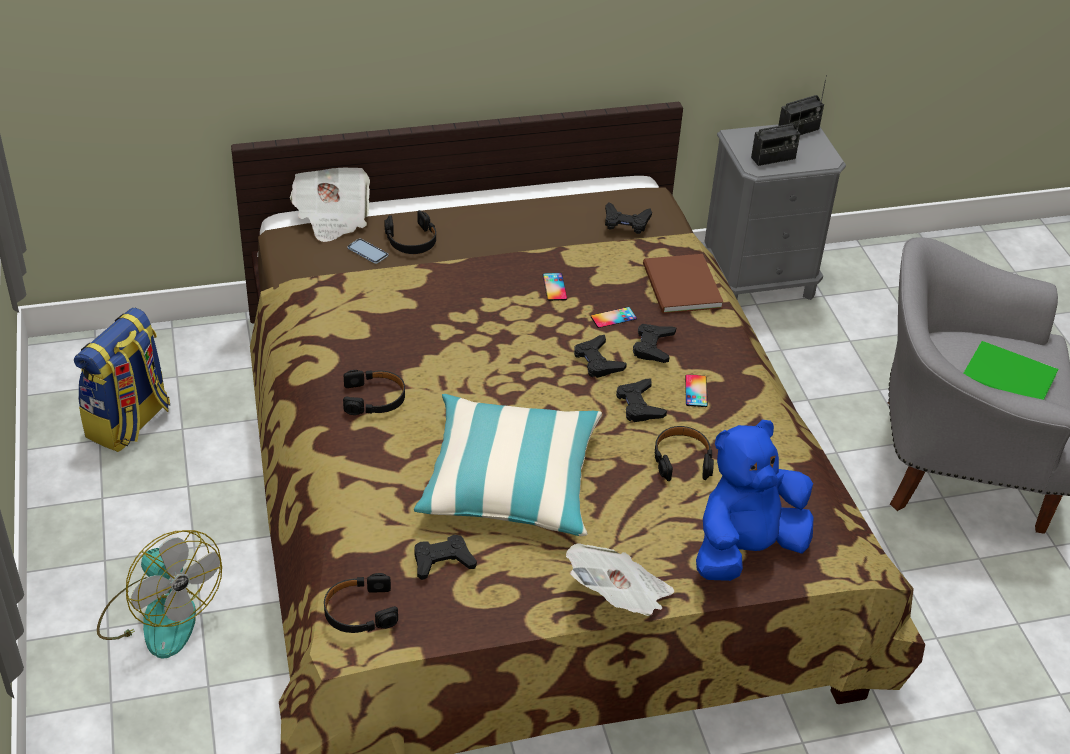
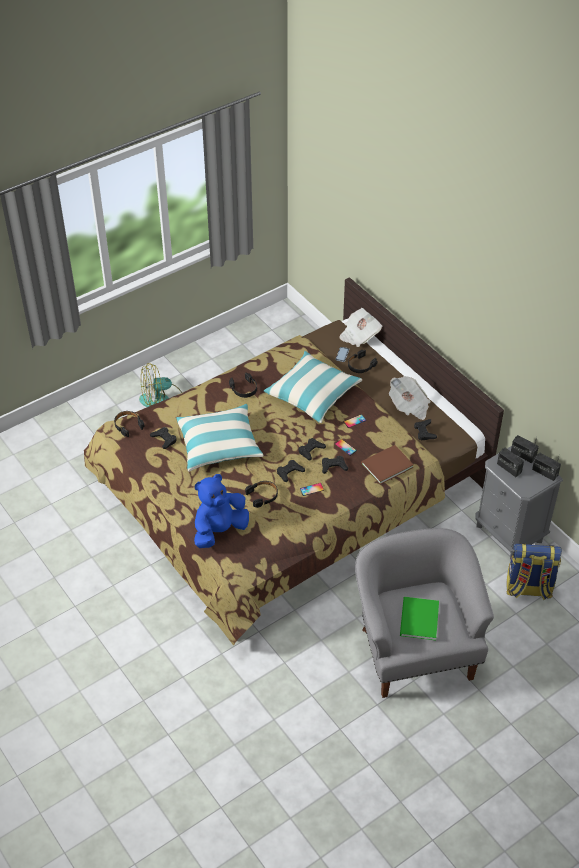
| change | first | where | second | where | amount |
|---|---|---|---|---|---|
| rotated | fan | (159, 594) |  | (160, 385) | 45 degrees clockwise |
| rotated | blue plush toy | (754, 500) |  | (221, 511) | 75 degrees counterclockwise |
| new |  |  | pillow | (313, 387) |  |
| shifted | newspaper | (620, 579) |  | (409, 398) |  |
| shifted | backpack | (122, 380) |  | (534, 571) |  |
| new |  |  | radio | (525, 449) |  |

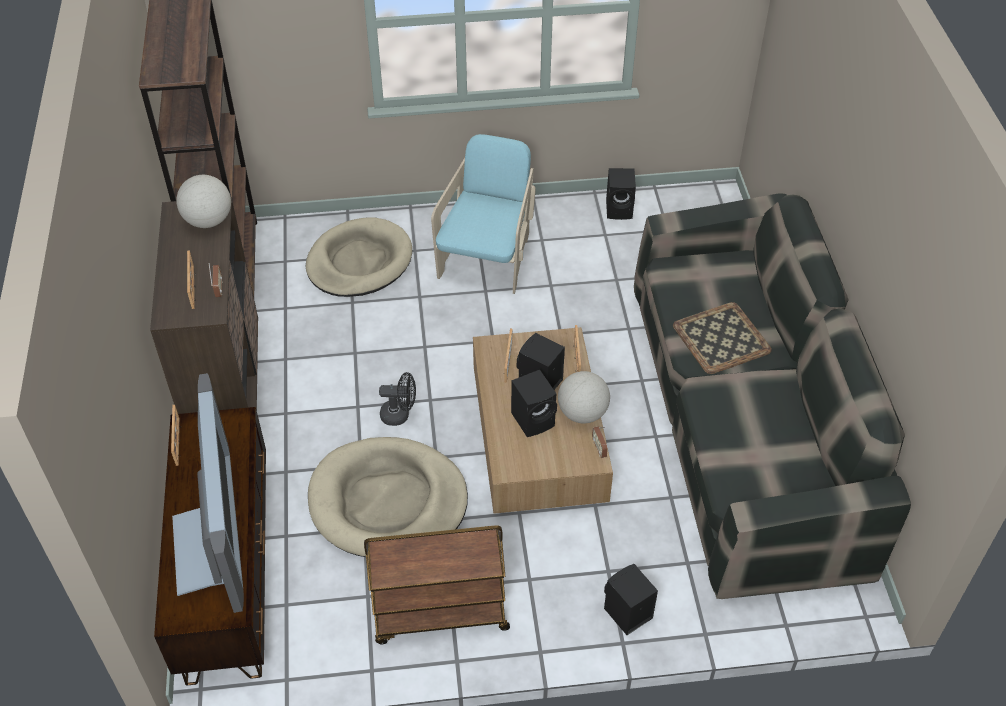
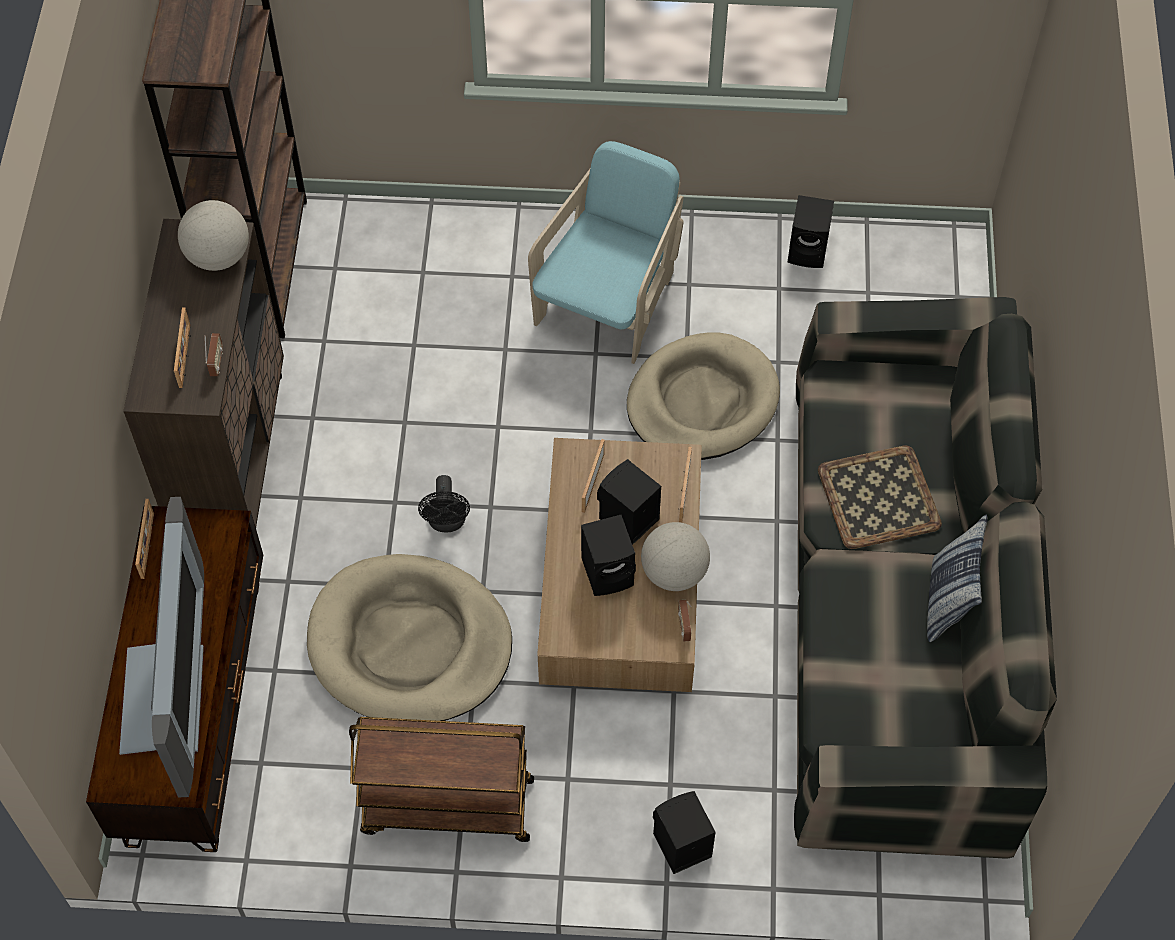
| change | first | where | second | where | amount |
|---|---|---|---|---|---|
| rotated | black fan | (397, 399) |  | (444, 504) | 75 degrees clockwise |
| shifted | beige dog bed | (359, 257) |  | (703, 396) |  |
| new |  |  | pillow | (957, 578) |  |

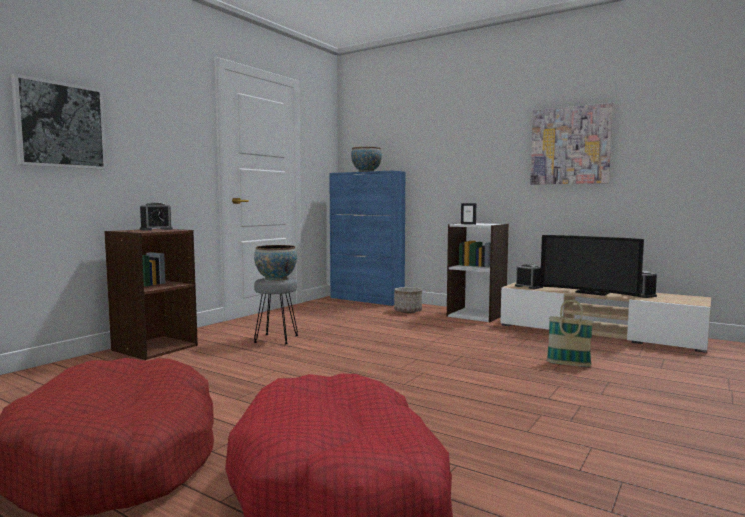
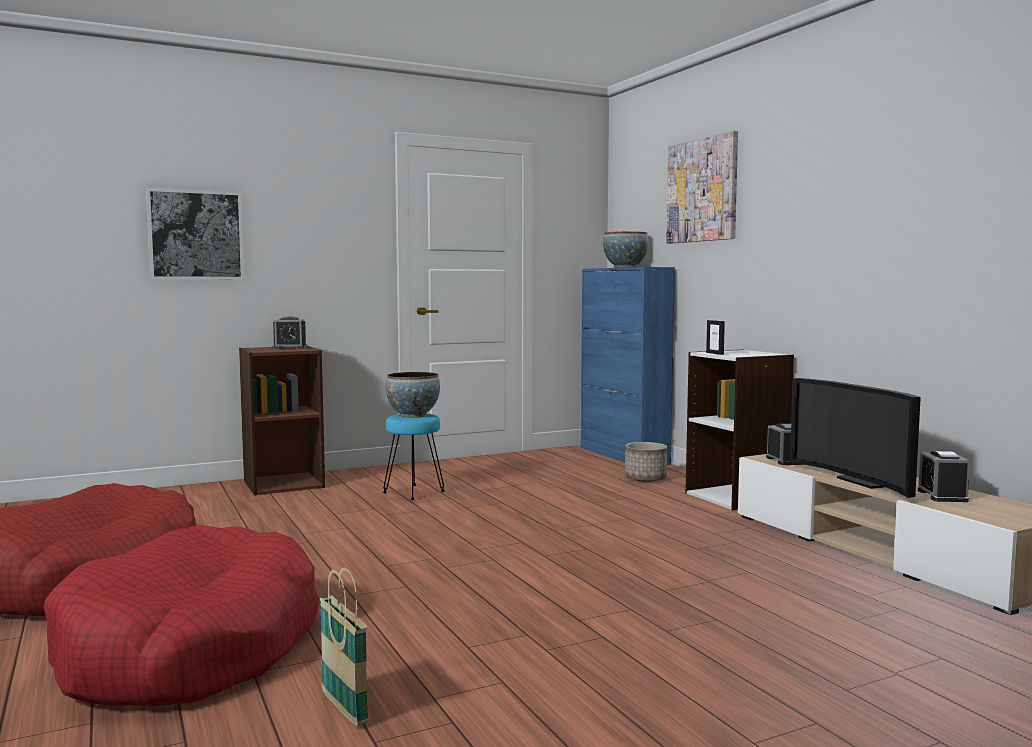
| change | first | where | second | where | amount |
|---|---|---|---|---|---|
| shifted | basket | (570, 333) |  | (344, 647) |  |
| repainted | grey stool | (276, 311) | turquoise stool | (414, 457) |  |
| shifted | picture | (571, 144) |  | (702, 187) |  |

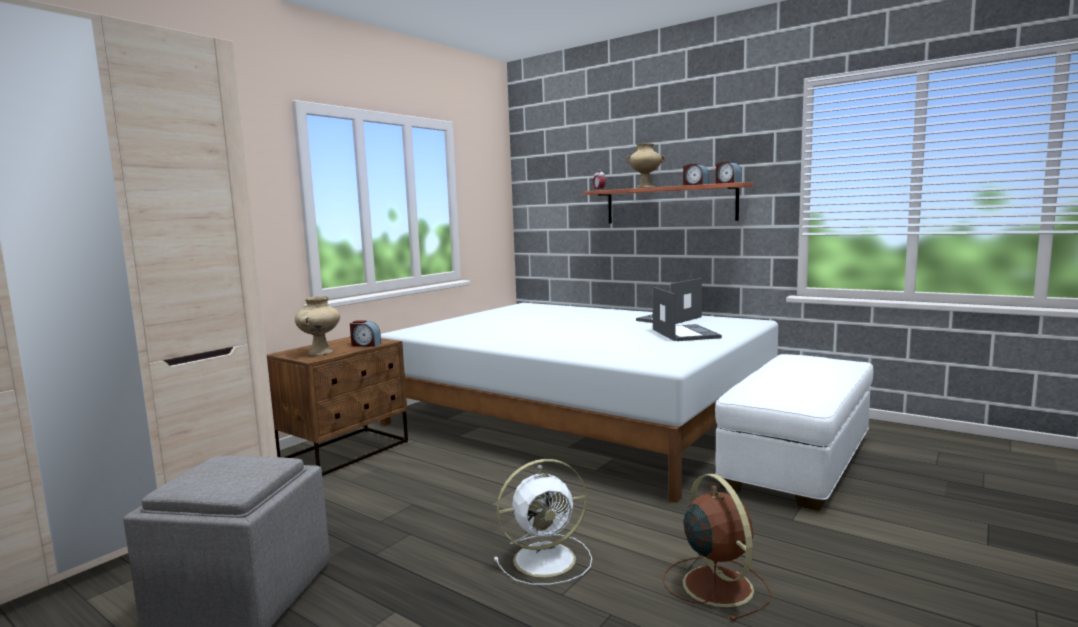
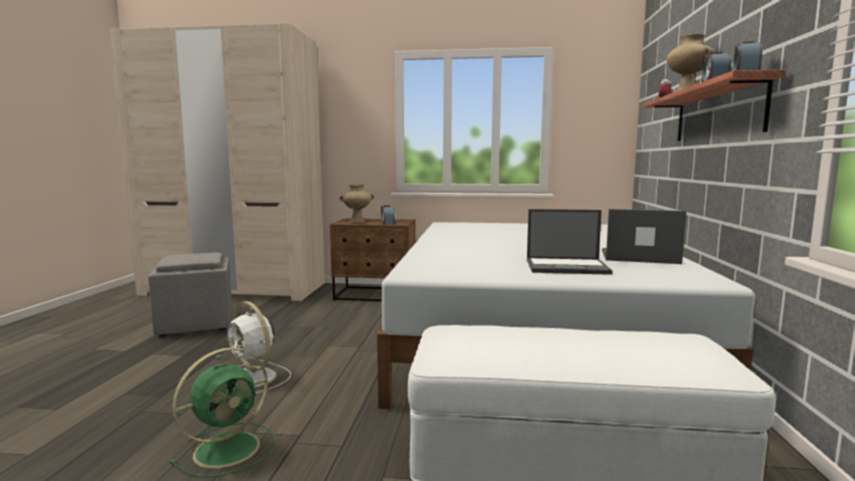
| change | first | where | second | where | amount |
|---|---|---|---|---|---|
| repainted | brown fan | (717, 548) | green fan | (223, 412) |  |
| rotated | laptop | (687, 314) |  | (570, 242) | 45 degrees clockwise |

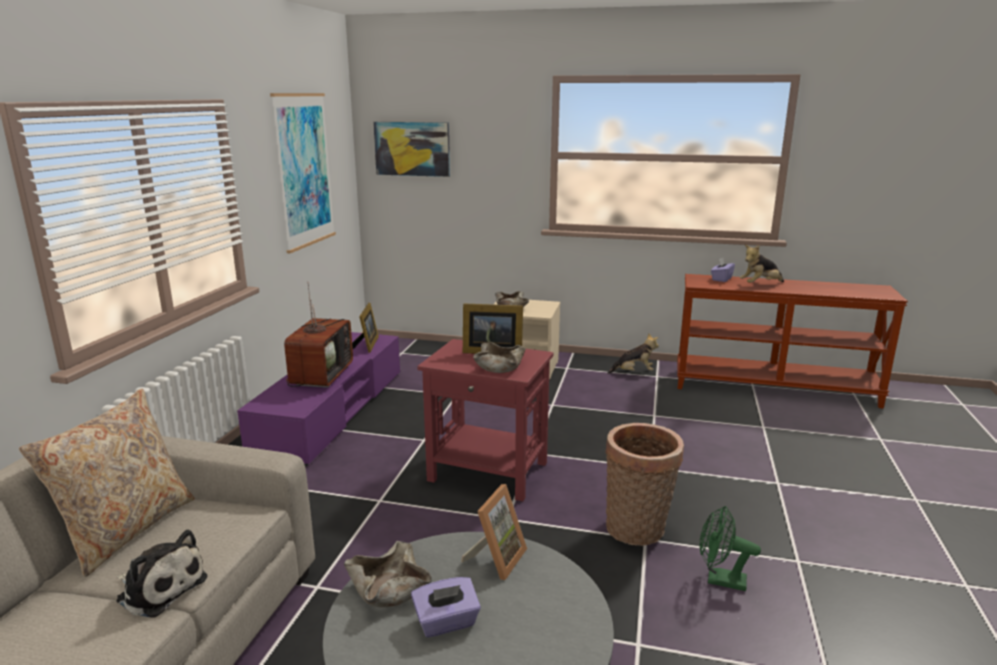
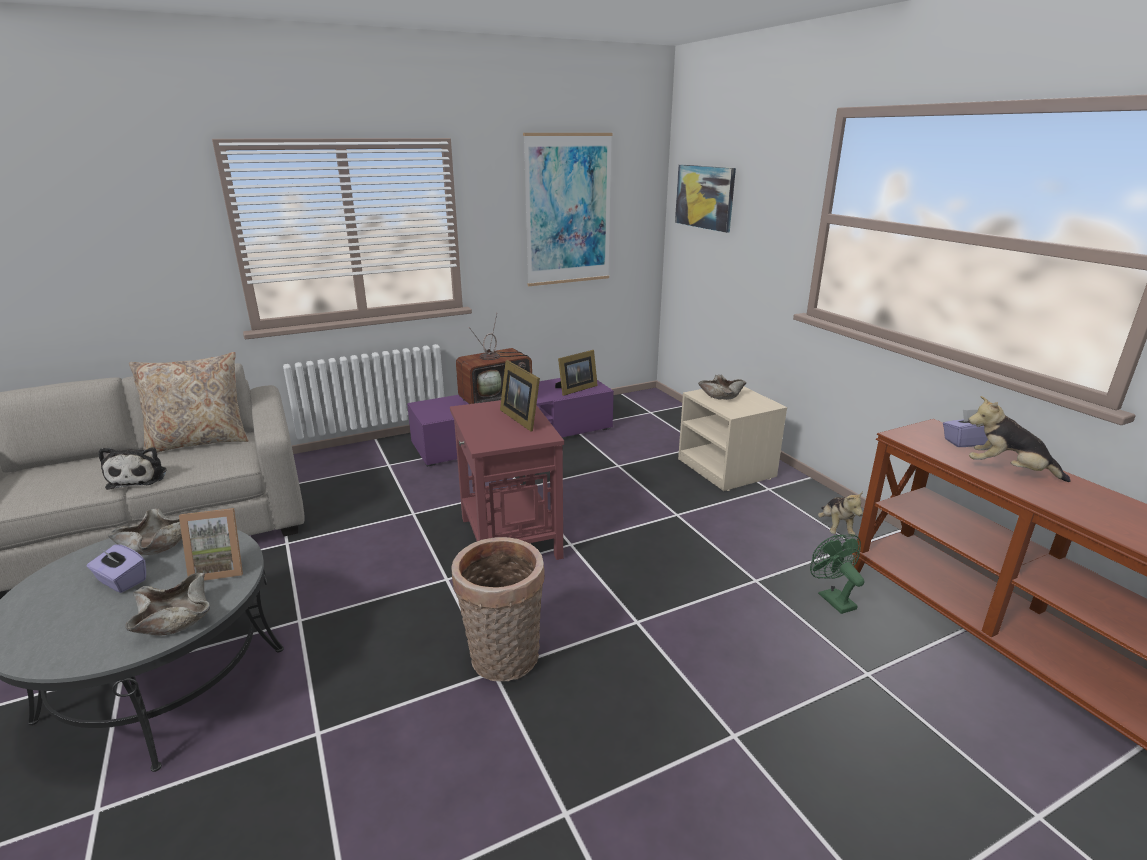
| change | first | where | second | where | amount |
|---|---|---|---|---|---|
| shifted | beige bowl | (499, 357) |  | (167, 604) |  |
| shifted | green fan | (730, 548) |  | (837, 574) |  |
| rotated | plush toy | (633, 353) |  | (840, 514) | 45 degrees clockwise |

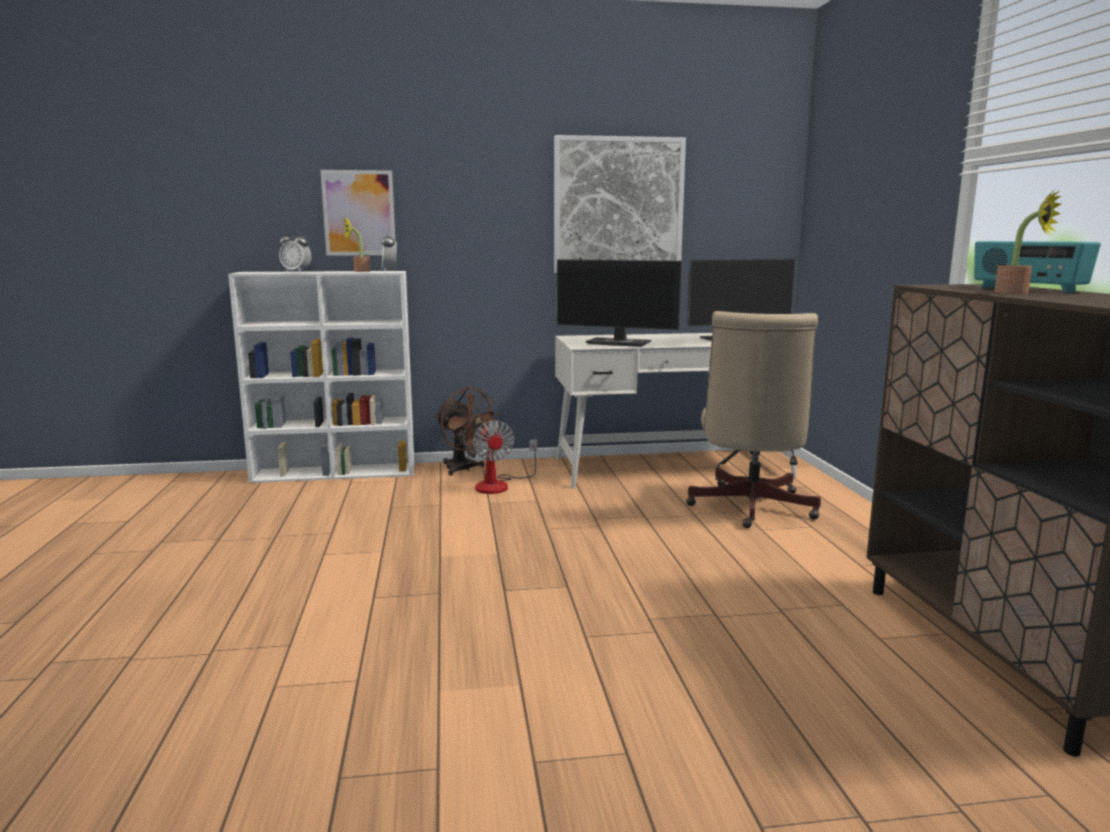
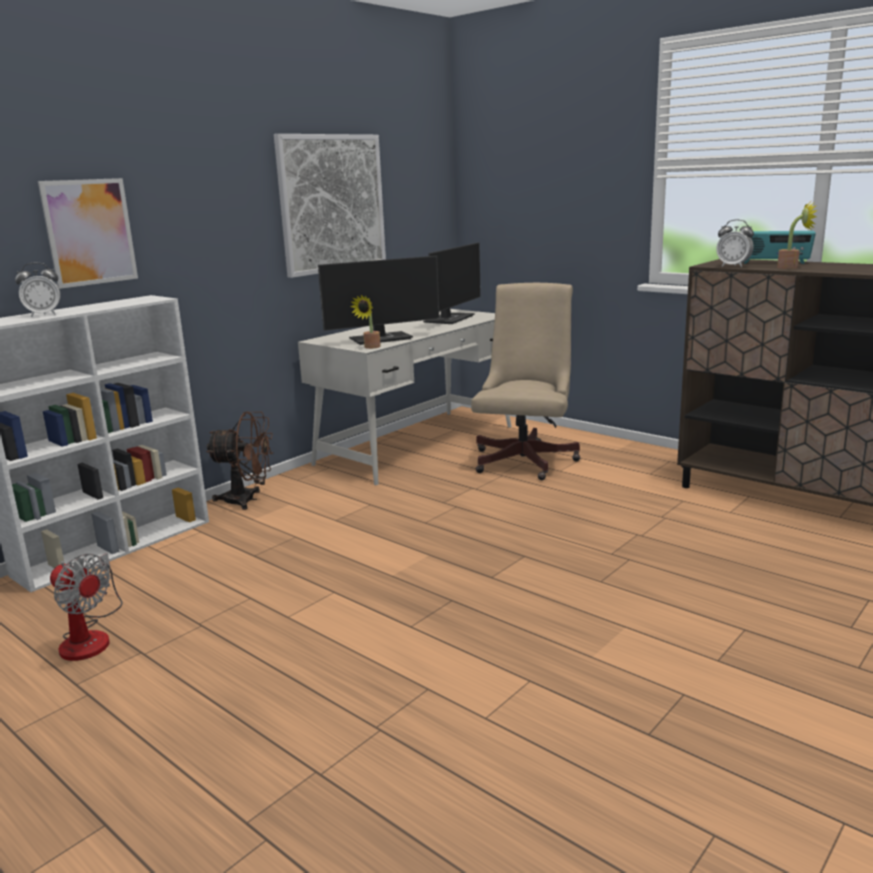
| change | first | where | second | where | amount |
|---|---|---|---|---|---|
| shifted | fan | (505, 457) |  | (86, 607) |  |
| shifted | potted plant | (357, 244) |  | (365, 322) |  |
| rotated | beige office chair | (753, 419) |  | (526, 381) | 135 degrees counterclockwise |
| shifted | alarm clock | (389, 251) |  | (735, 243) |  |

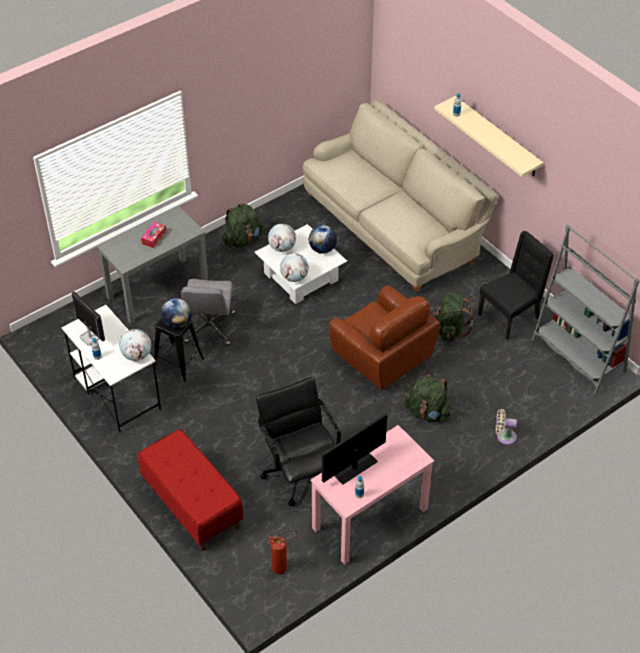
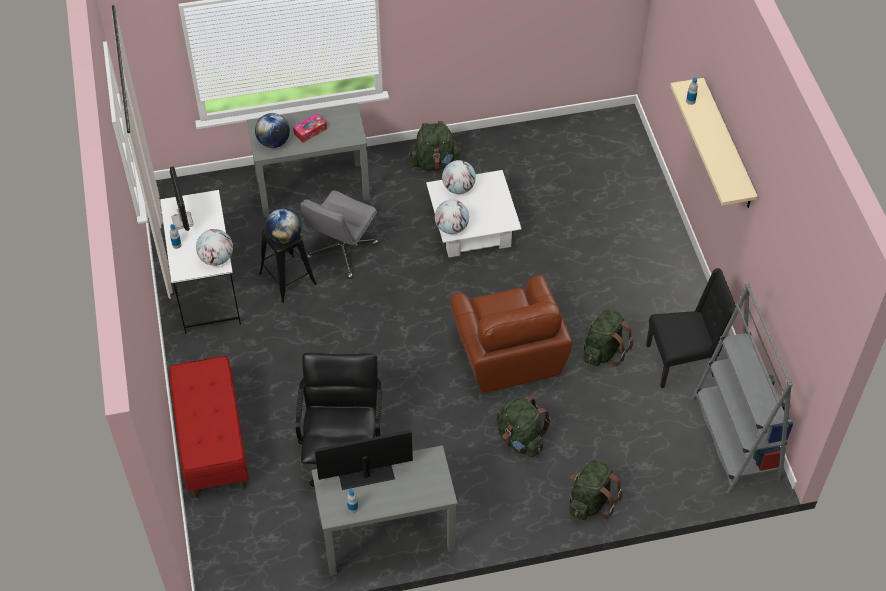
| change | first | where | second | where | amount |
|---|---|---|---|---|---|
| shifted | globe | (323, 239) |  | (272, 130) |  |
| repainted | pink desk | (372, 495) | grey desk | (384, 510) |  |
| swapped | beige fan | (506, 427) | green backpack | (596, 489) |  |
| gone | fire extinguisher | (282, 551) |  |  |  |
| gone | beige sofa | (400, 196) |  |  |  |

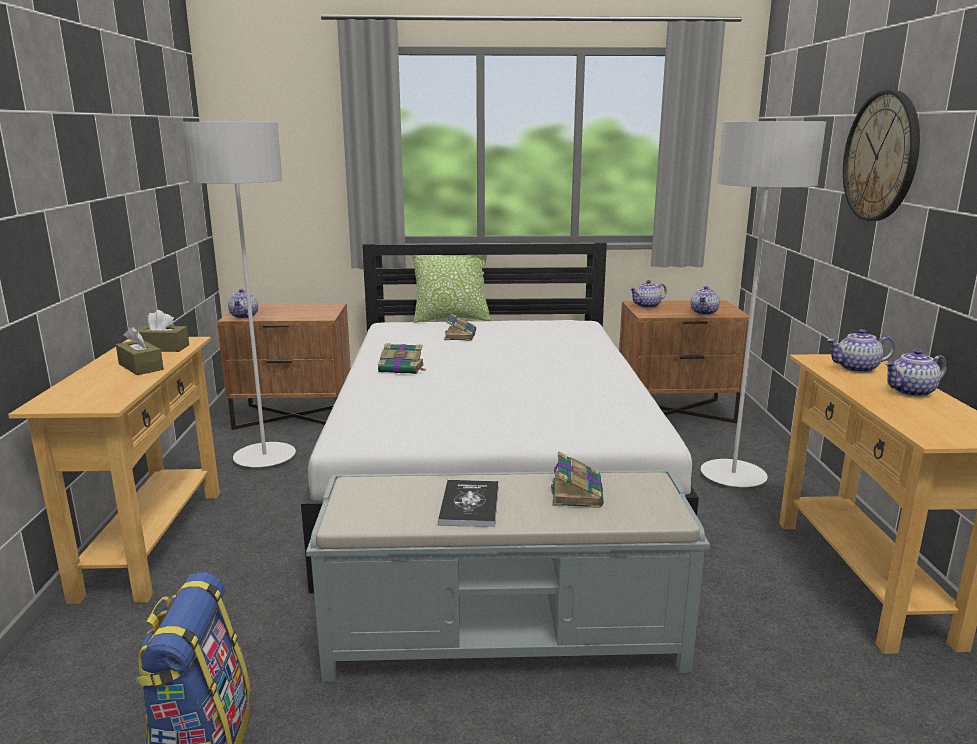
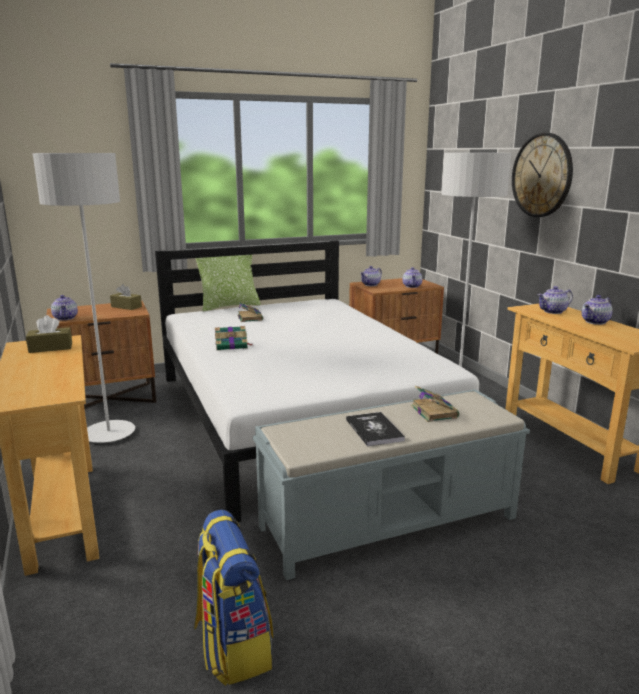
| change | first | where | second | where | amount |
|---|---|---|---|---|---|
| shifted | brown tissue box | (140, 350) |  | (126, 297) |  |

